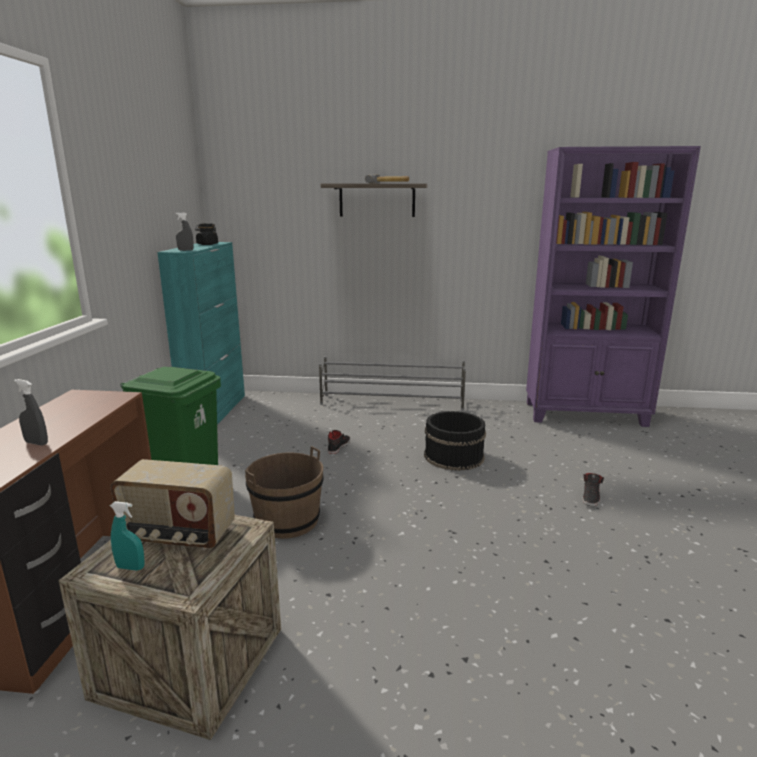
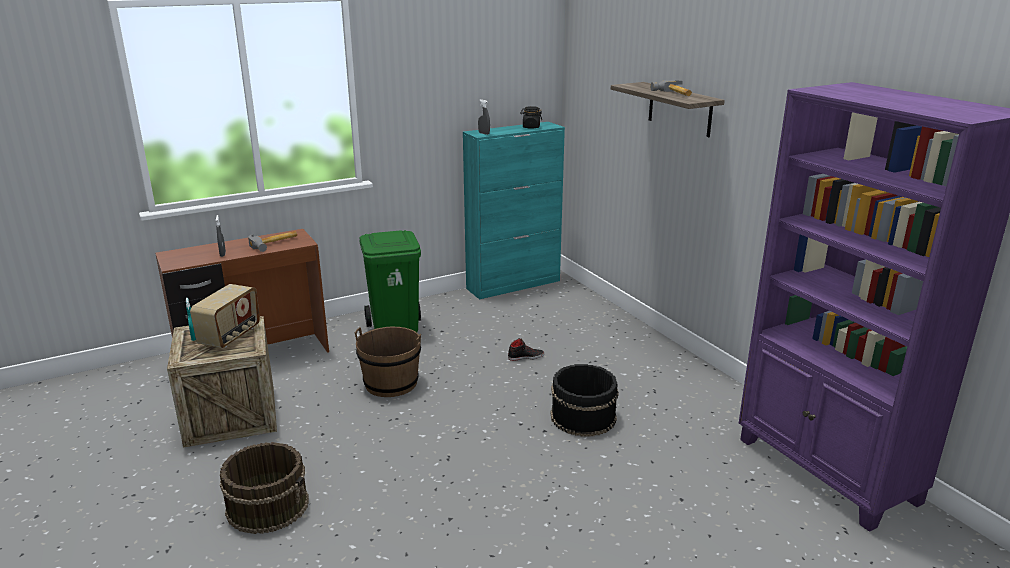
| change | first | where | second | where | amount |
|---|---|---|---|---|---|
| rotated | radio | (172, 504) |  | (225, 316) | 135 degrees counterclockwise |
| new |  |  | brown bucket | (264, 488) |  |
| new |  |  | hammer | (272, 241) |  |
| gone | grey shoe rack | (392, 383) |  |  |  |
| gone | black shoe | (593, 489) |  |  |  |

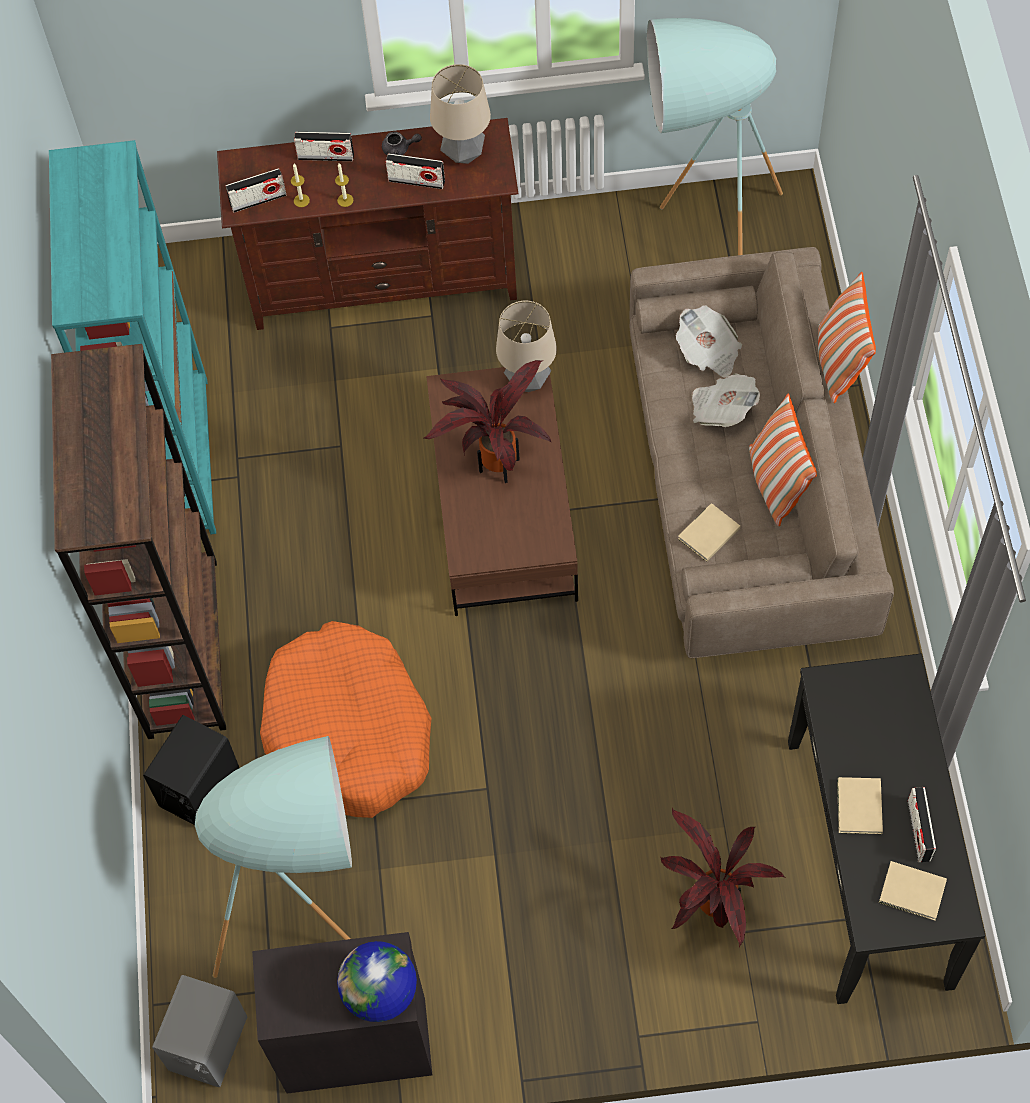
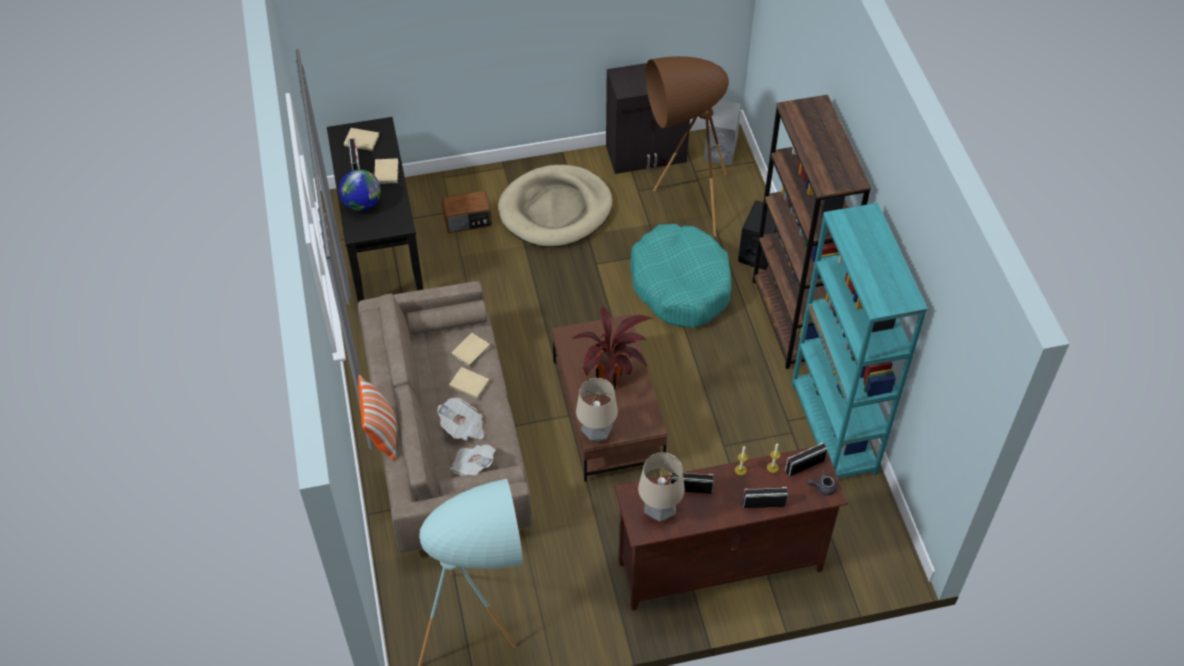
| change | first | where | second | where | amount |
|---|---|---|---|---|---|
| shifted | globe | (377, 981) |  | (360, 190) |  |
| swapped | potted plant | (723, 877) | radio | (467, 212) |  |
| new |  |  | beige book | (469, 383) |  |
| new |  |  | beige dog bed | (555, 206) |  |
| repainted | orange dog bed | (345, 719) | turquoise dog bed | (680, 275) |  |
| repainted | turquoise floor lamp | (273, 857) | brown floor lamp | (687, 146) |  |
| shifted | grey teapot | (402, 143) |  | (822, 483) |  |
| gone | pillow | (783, 460) |  |  |  |

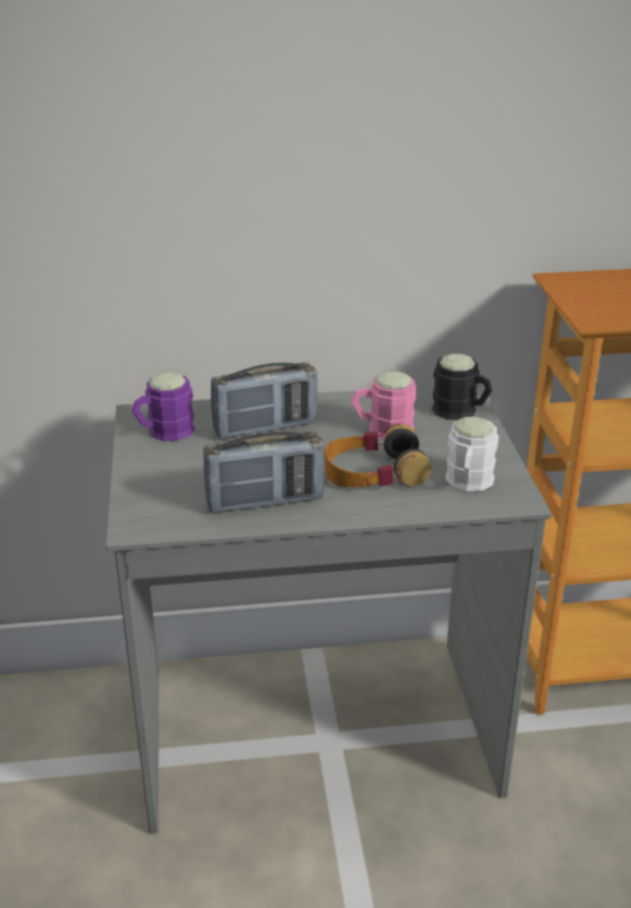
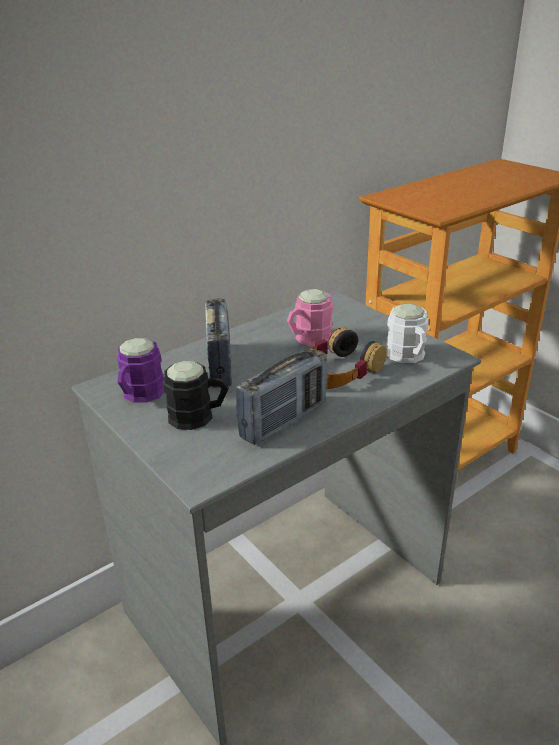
| change | first | where | second | where | amount |
|---|---|---|---|---|---|
| shifted | black mug | (462, 387) |  | (196, 395) |  |
| rotated | radio | (264, 400) |  | (218, 343) | 45 degrees counterclockwise |

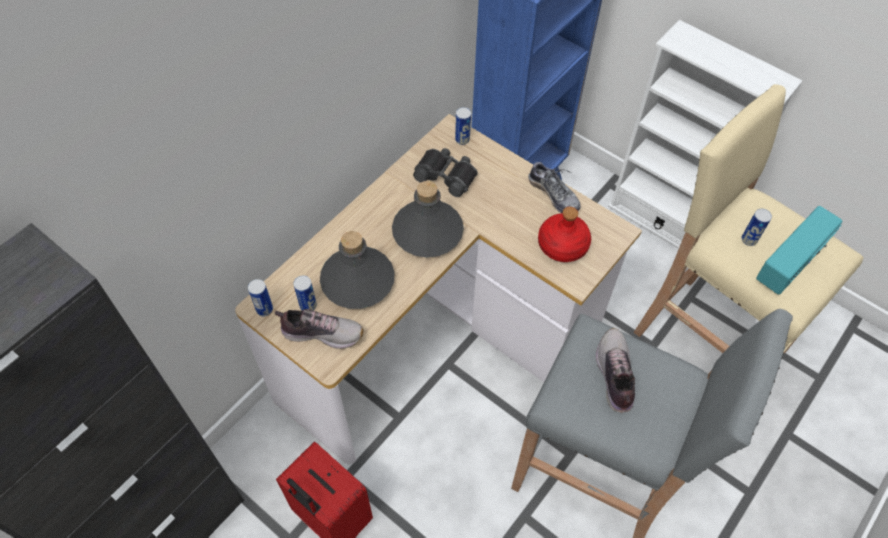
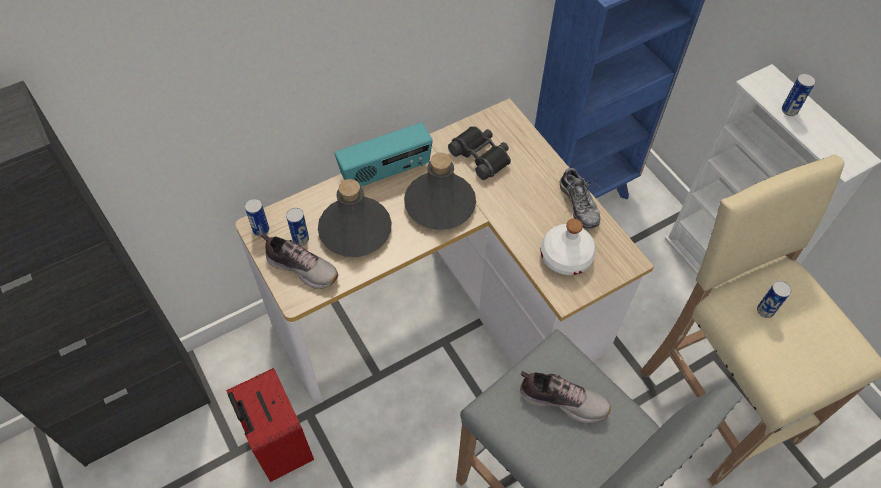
| change | first | where | second | where | amount |
|---|---|---|---|---|---|
| shifted | radio | (799, 250) |  | (384, 154) |  |
| rotated | shoe | (615, 370) |  | (565, 397) | 90 degrees clockwise |
| repainted | red bottle | (564, 234) | white bottle | (568, 247) |  |
| shifted | can | (463, 126) |  | (799, 94) |  |

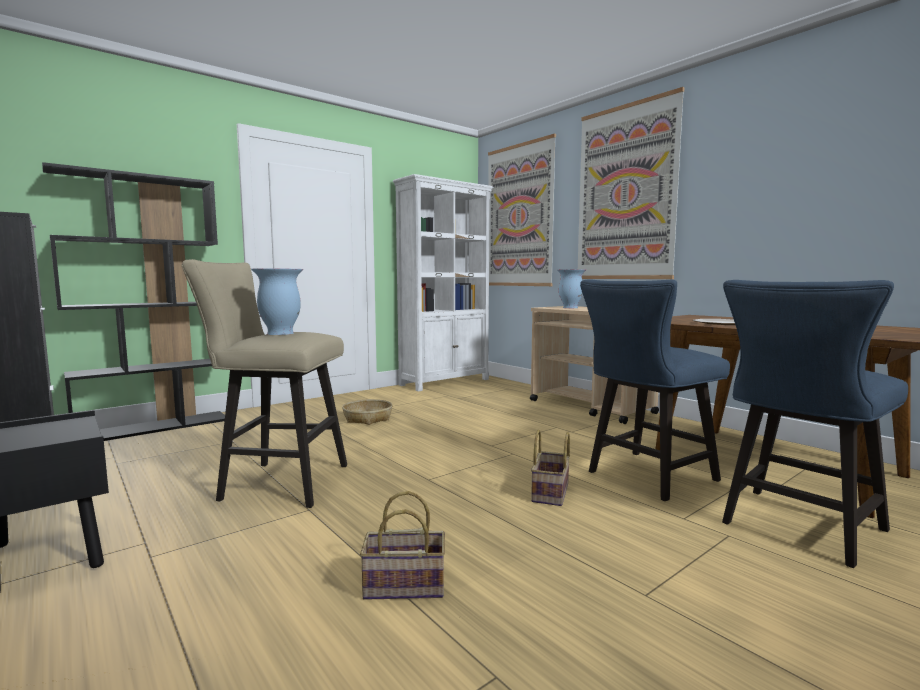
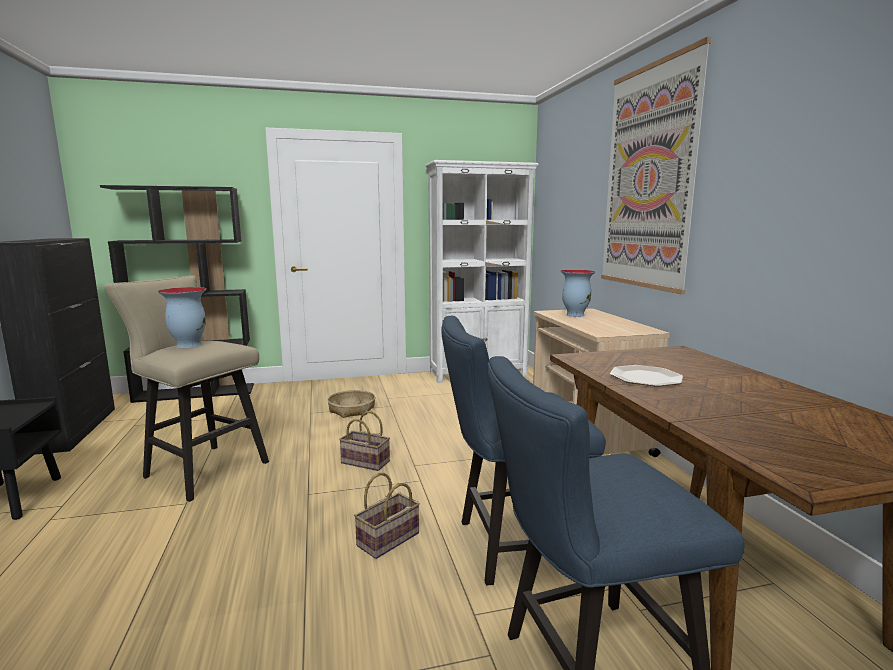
| change | first | where | second | where | amount |
|---|---|---|---|---|---|
| shifted | basket | (402, 545) |  | (364, 441) |  |
| gone | picture | (522, 210) |  |  |  |

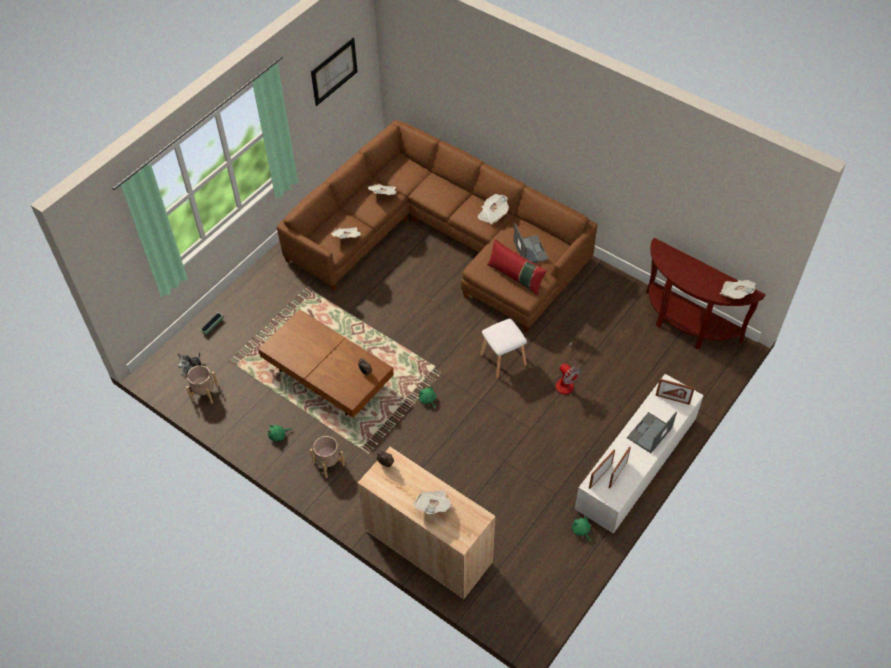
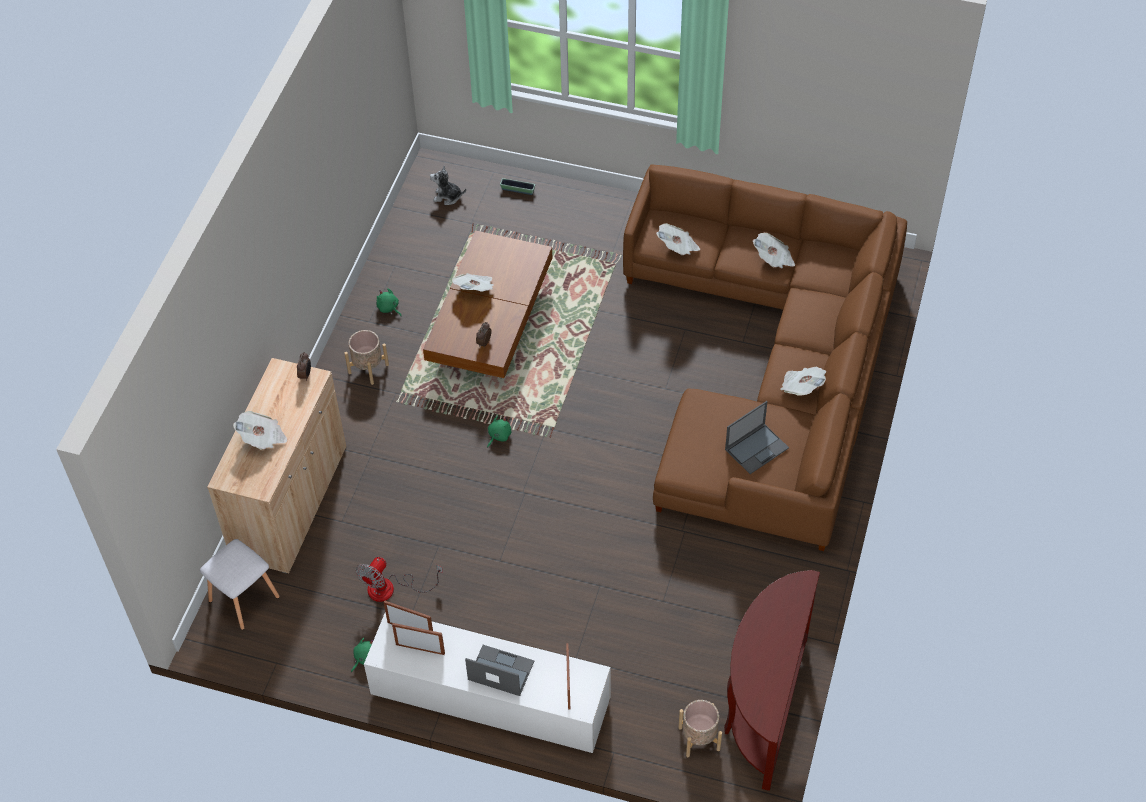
| change | first | where | second | where | amount |
|---|---|---|---|---|---|
| shifted | white stool | (503, 349) |  | (240, 584) |  |
| shifted | fan | (568, 368) |  | (399, 579) |  |
| shifted | newspaper | (738, 289) |  | (473, 282) |  |
| shifted | beige planter | (202, 384) |  | (700, 728) |  |
| gone | picture | (334, 71) |  |  |  |
| gone | red pillow | (517, 267) |  |  |  |

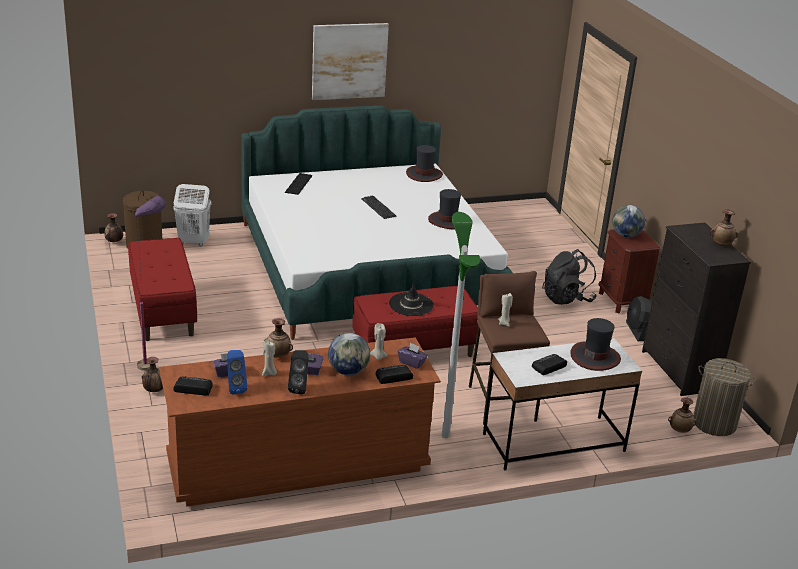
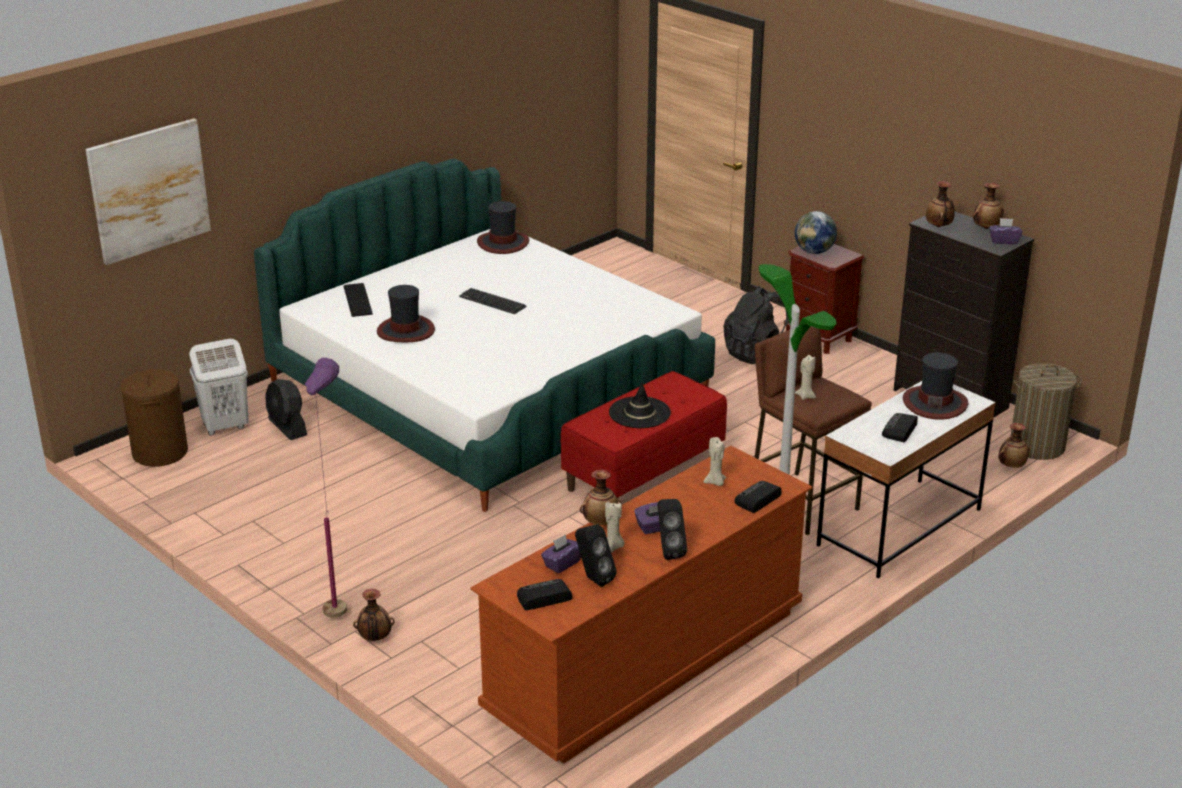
| change | first | where | second | where | amount |
|---|---|---|---|---|---|
| shifted | picture | (350, 61) |  | (148, 191) |  |
| shifted | black fan | (639, 318) |  | (286, 409) |  |
| shifted | hat | (444, 209) |  | (406, 313) |  |
| repainted | blue speaker | (237, 372) | black speaker | (596, 555) |  |
| shifted | vase | (113, 227) |  | (940, 204) |  |
| shifted | purple tissue box | (413, 356) |  | (1005, 231) |  |
| gone | red bench | (162, 289) |  |  |  |
| gone | globe | (349, 354) |  |  |  |

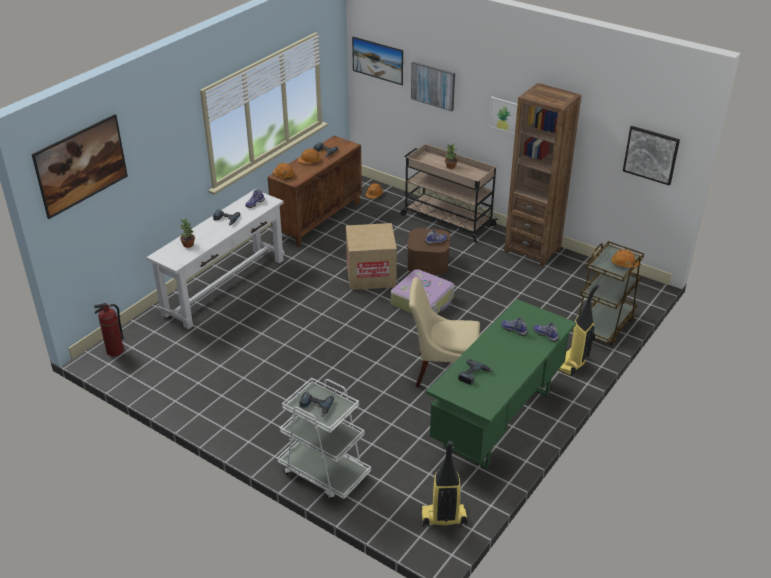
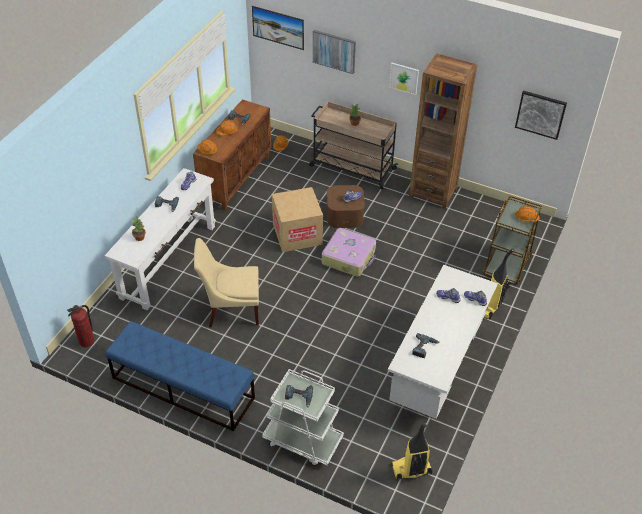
| change | first | where | second | where | amount |
|---|---|---|---|---|---|
| new |  |  | blue bench | (180, 376) |  |
| shifted | beige chair | (444, 332) |  | (226, 282) |  |
| repainted | green desk | (501, 384) | white desk | (443, 342) |  |
| gone | picture | (80, 166) |  |  |  |

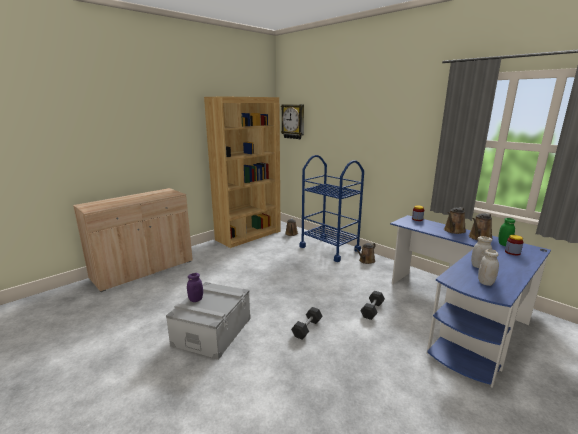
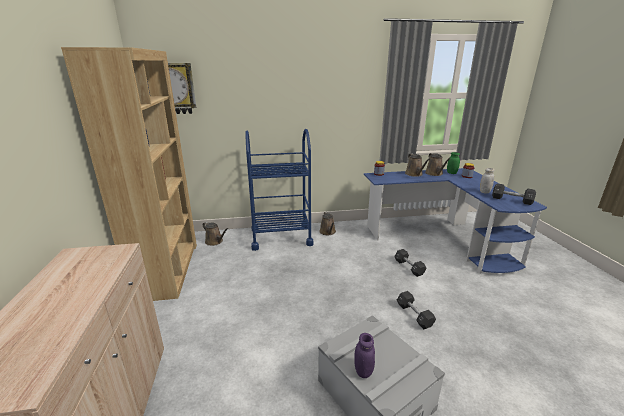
| change | first | where | second | where | amount |
|---|---|---|---|---|---|
| swapped | white jar | (488, 267) | black dumbbell | (514, 194) |  |

